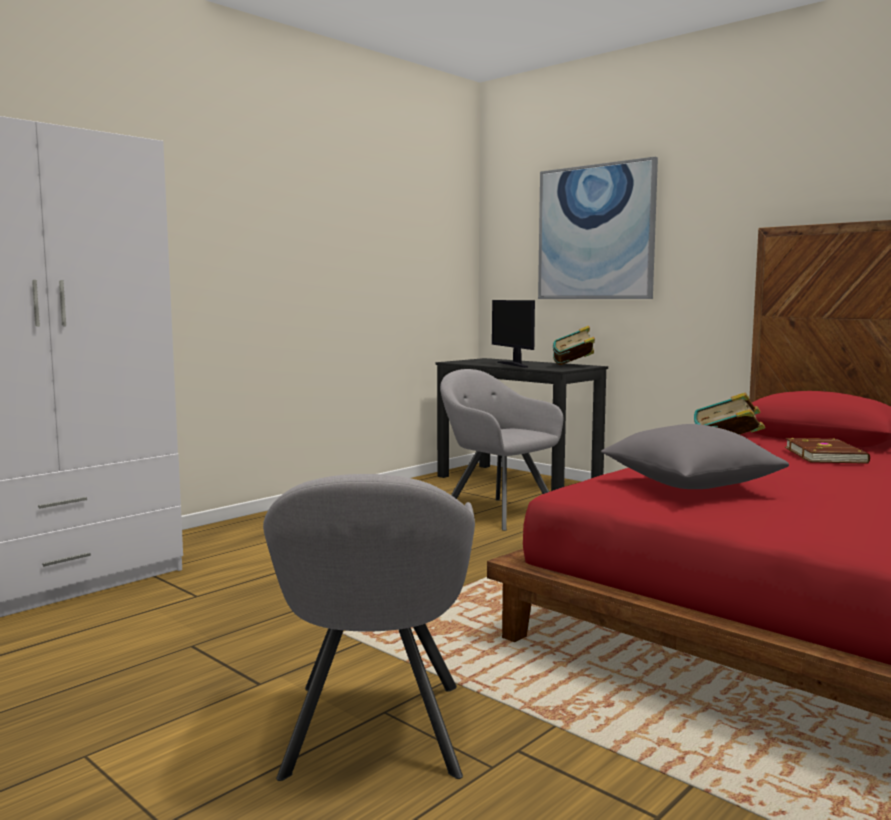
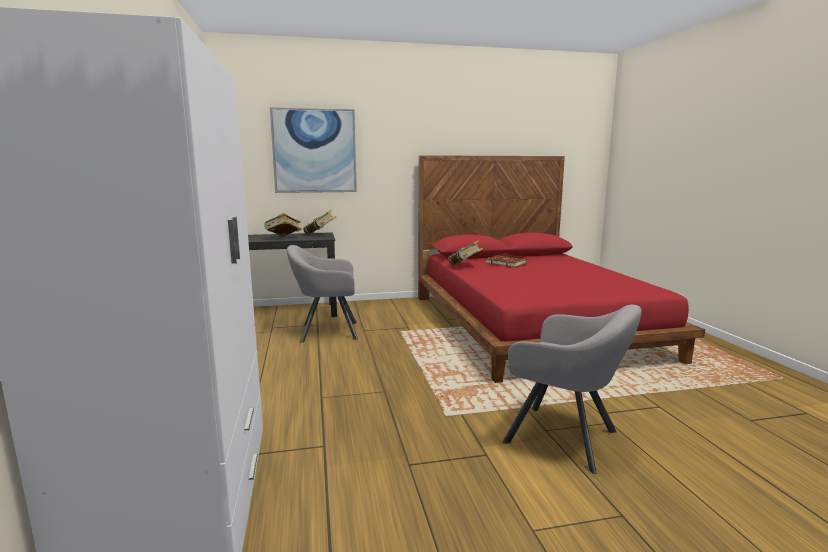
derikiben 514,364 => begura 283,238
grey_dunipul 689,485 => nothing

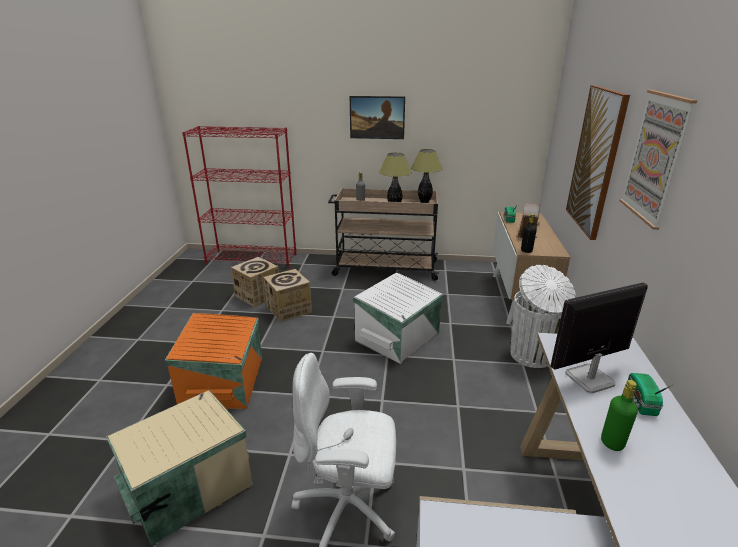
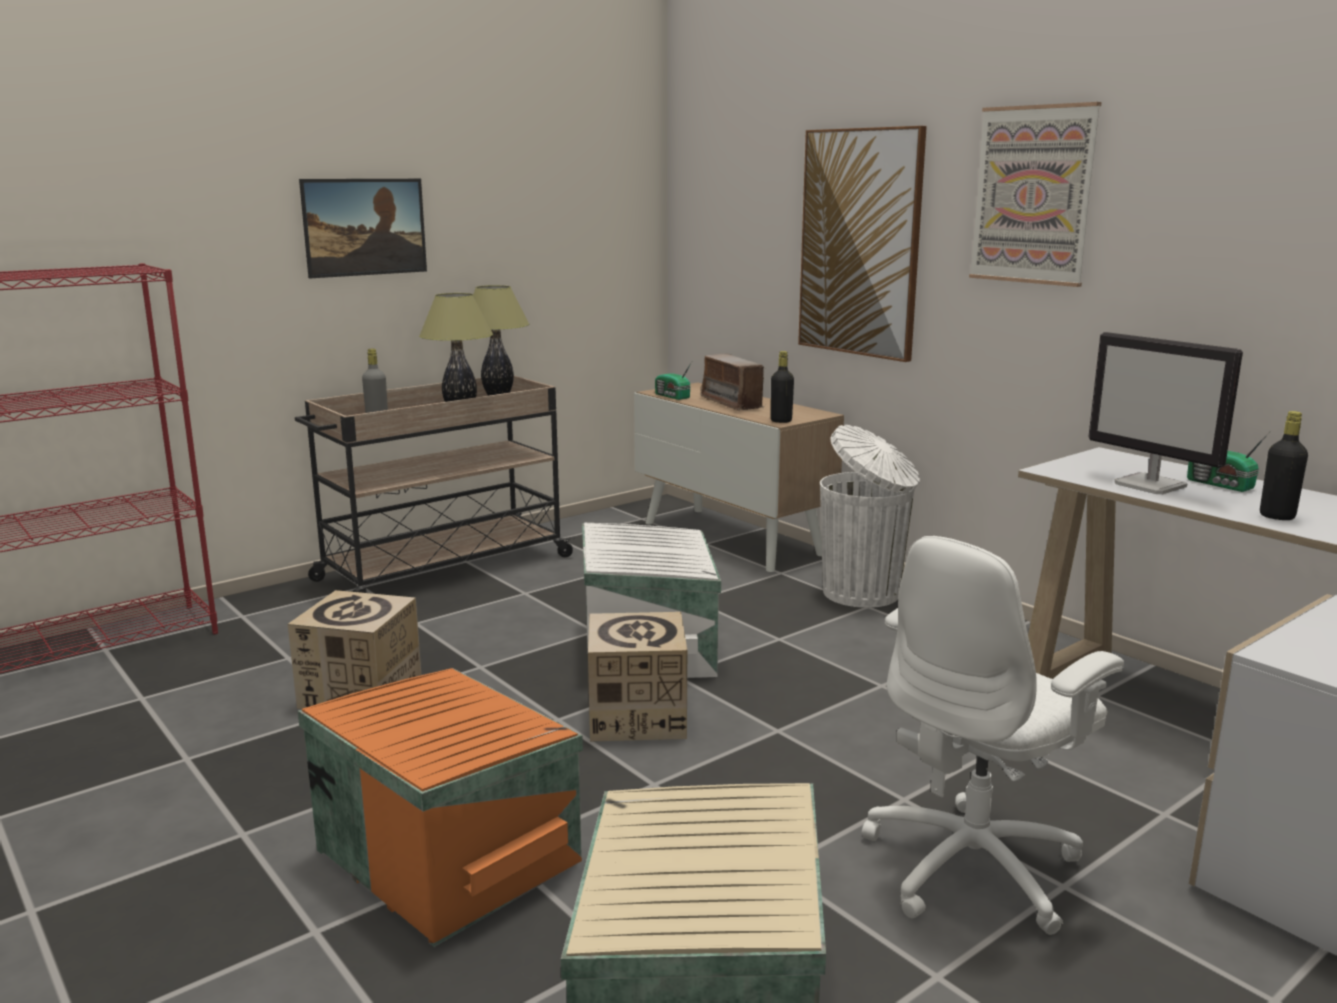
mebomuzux 258,295 => mebomuzux 637,716, moved
derikiben 588,379 => derikiben 1151,485, 60 degrees counterclockwise
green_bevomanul 612,443 => black_bevomanul 1277,516

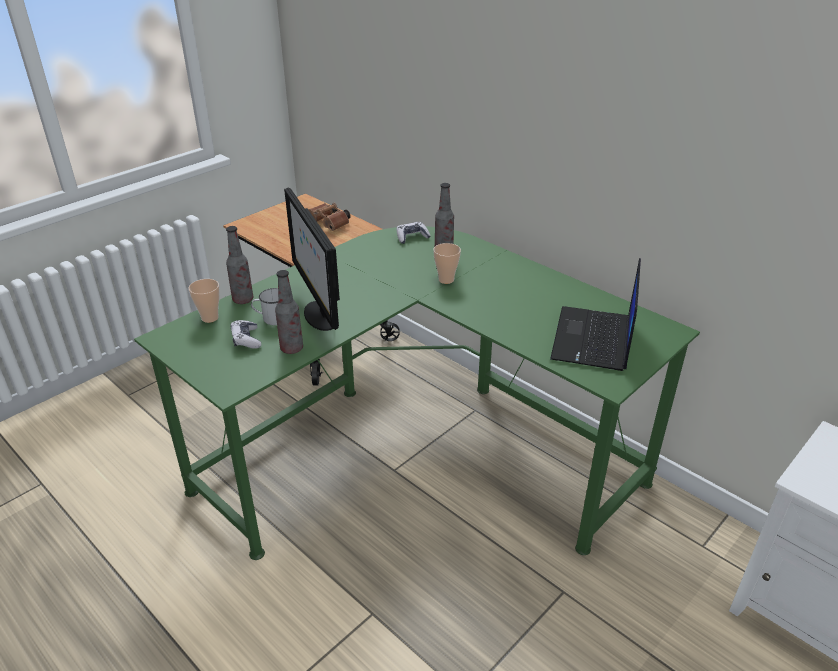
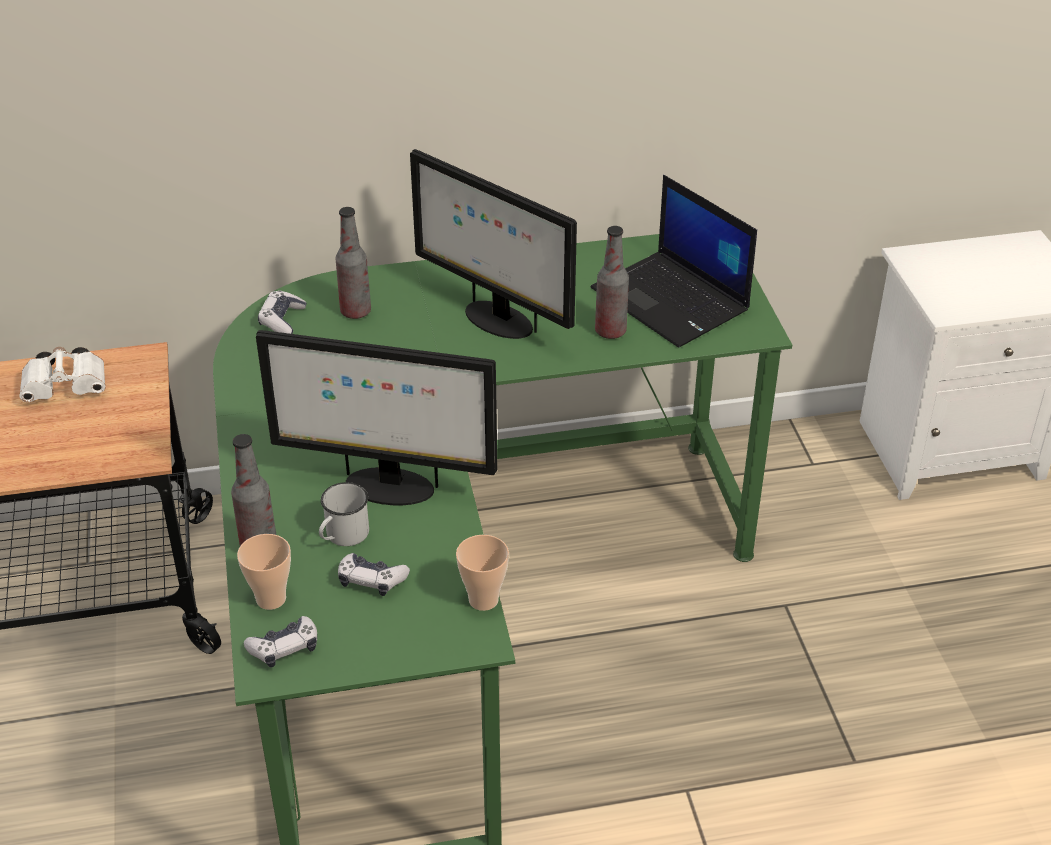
bevomanul 291,348 => bevomanul 610,331, moved
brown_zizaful 330,224 => white_zizaful 68,388
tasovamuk 446,280 => tasovamuk 483,600, moved
nothing => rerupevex 284,648
nothing => derikiben 496,320

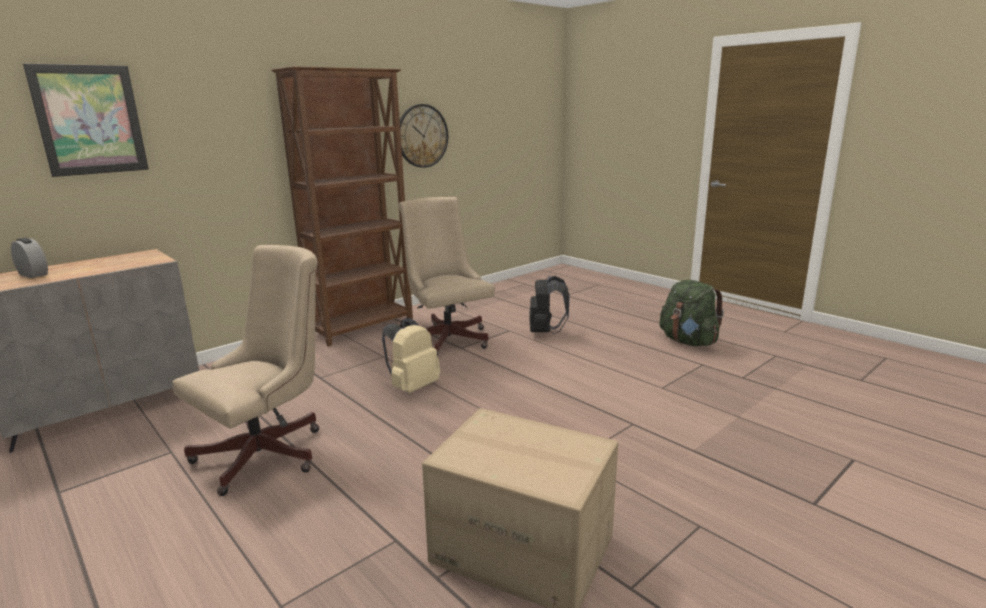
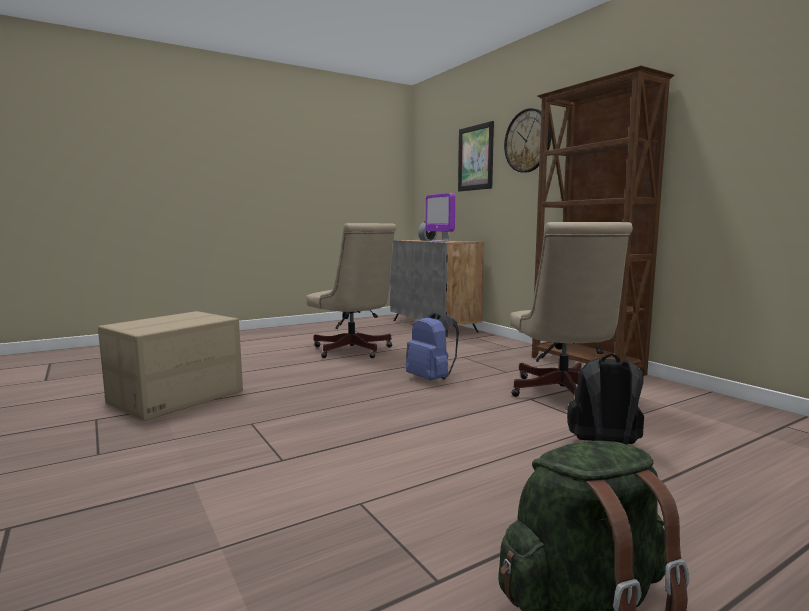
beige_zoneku 412,387 => blue_zoneku 431,379
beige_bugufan 447,338 => beige_bugufan 563,394, 105 degrees clockwise
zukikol 422,136 => zukikol 527,141, moved
nothing => derikiben 440,241

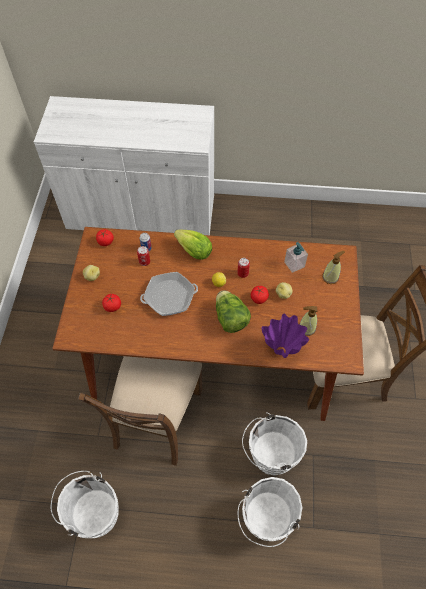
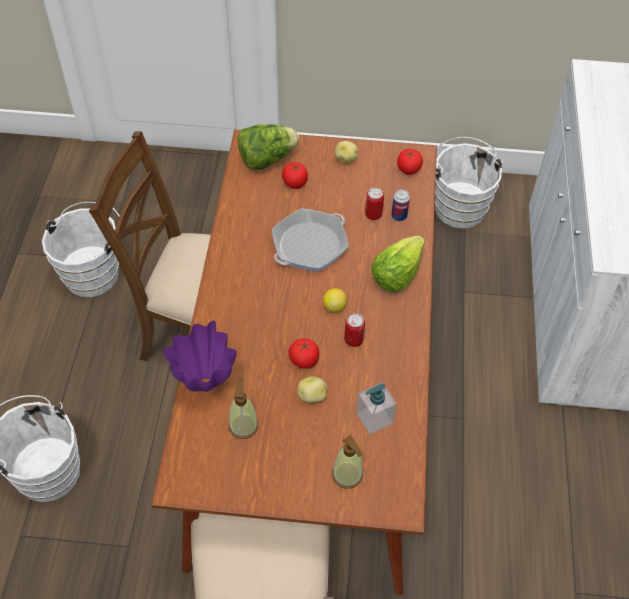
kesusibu 169,297 => kesusibu 310,245, 60 degrees clockwise
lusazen 230,318 => lusazen 267,159, moved
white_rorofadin 269,455 => white_rorofadin 459,205, moved

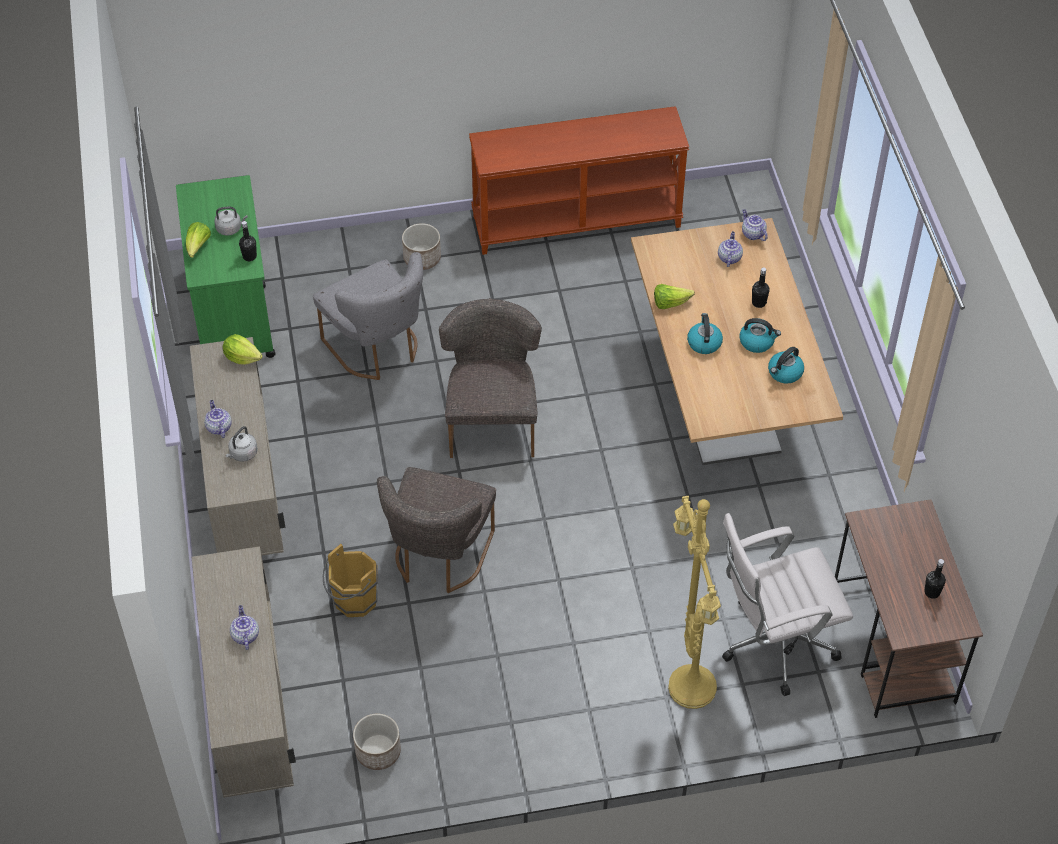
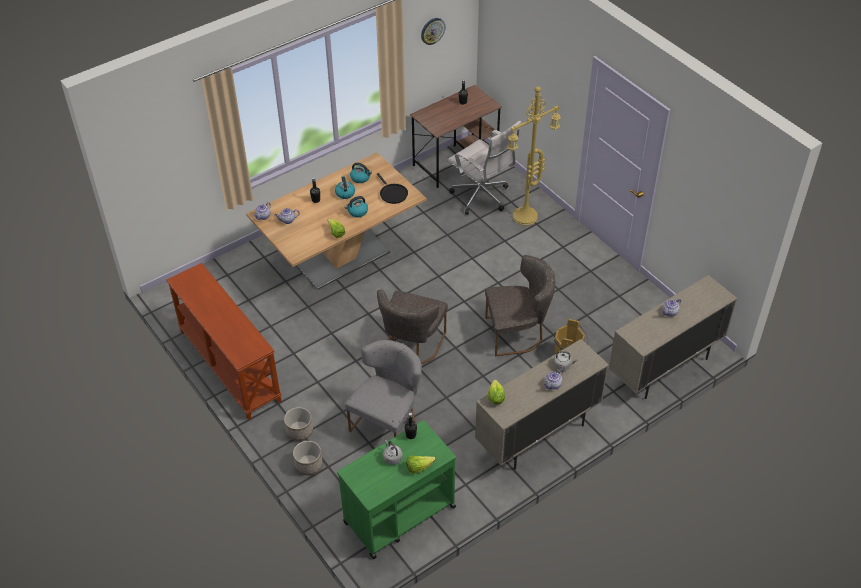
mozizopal 378,751 => mozizopal 308,465, moved
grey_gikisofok 492,422 => grey_gikisofok 412,346, 45 degrees counterclockwise
nothing => black_kesusibu 392,194
nothing => zukikol 432,30

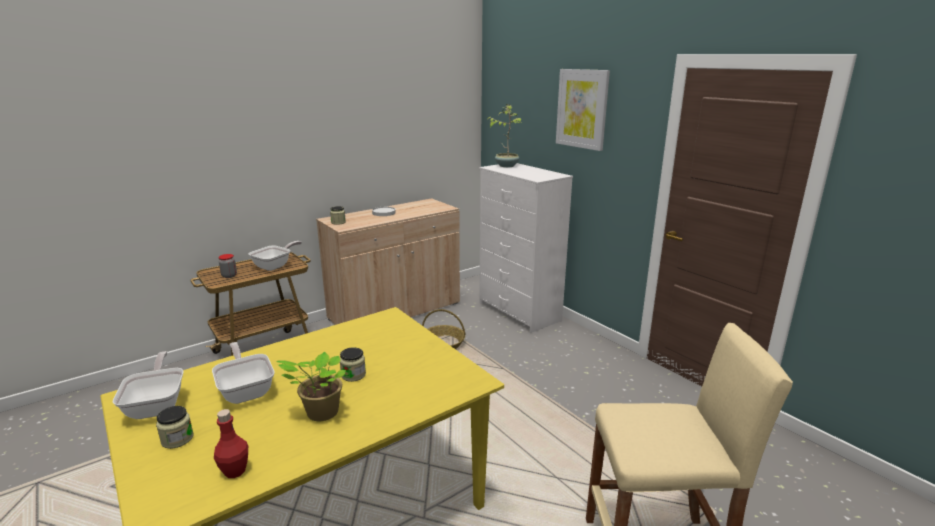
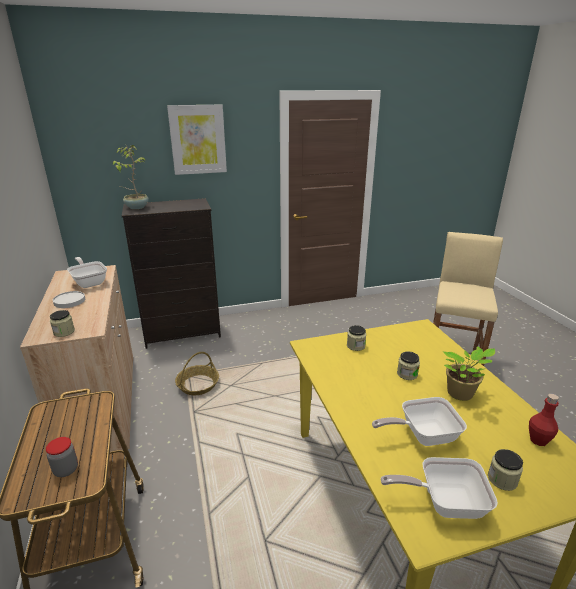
kesusibu 275,266 => kesusibu 89,282, moved
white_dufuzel 519,312 => black_dufuzel 183,333
nothing => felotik 355,346

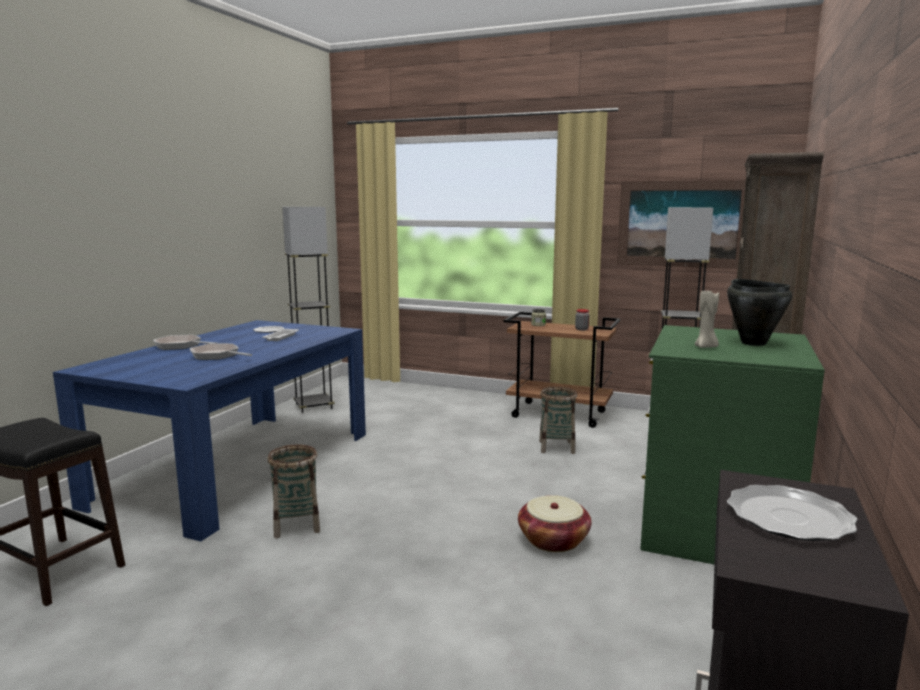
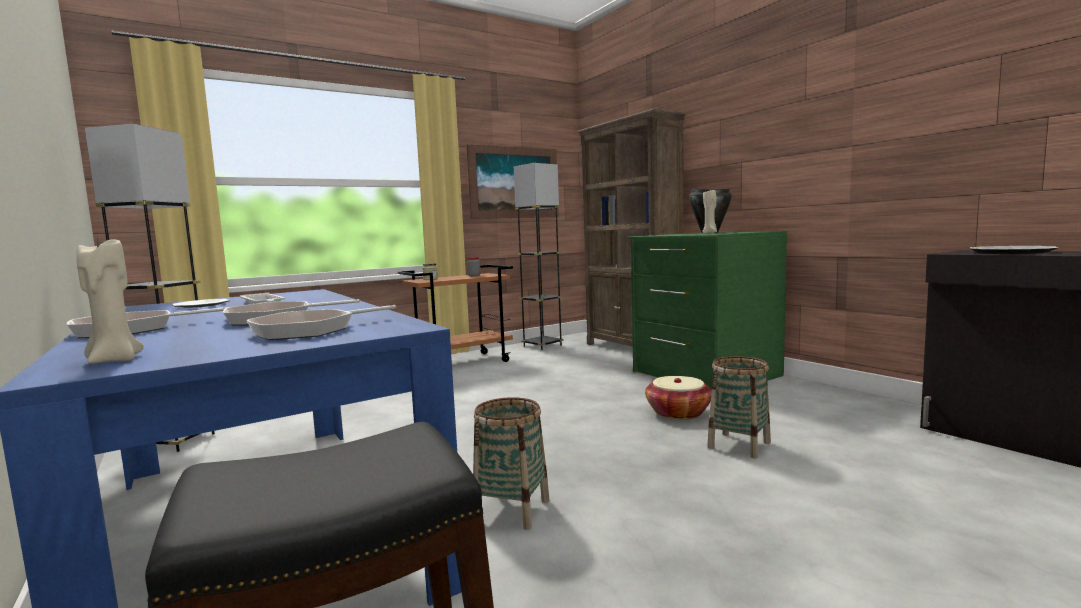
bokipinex 557,447 => bokipinex 739,445, moved
nothing => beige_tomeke 114,360
nothing => kesusibu 311,330

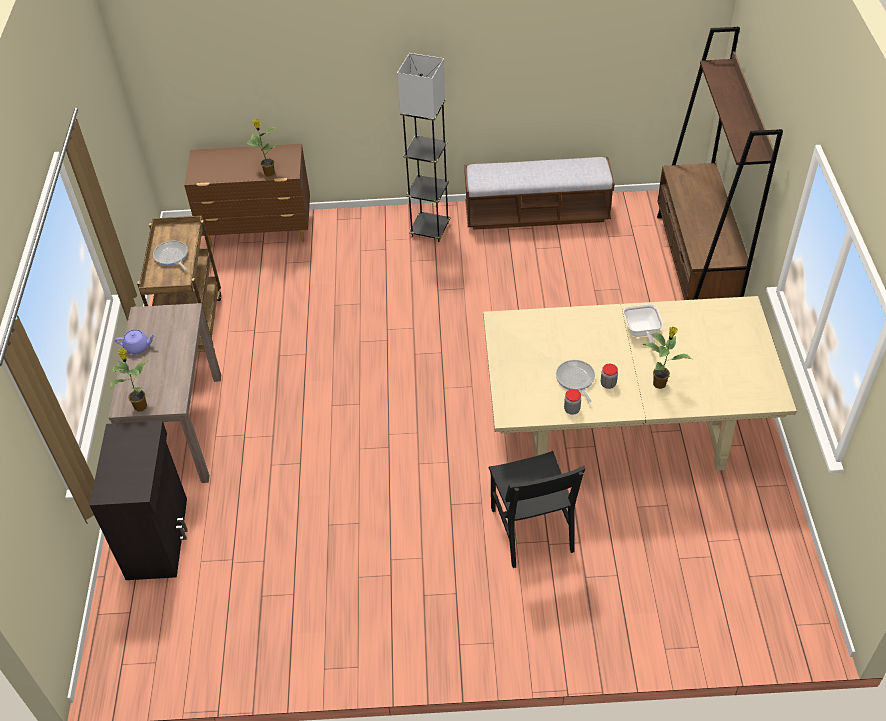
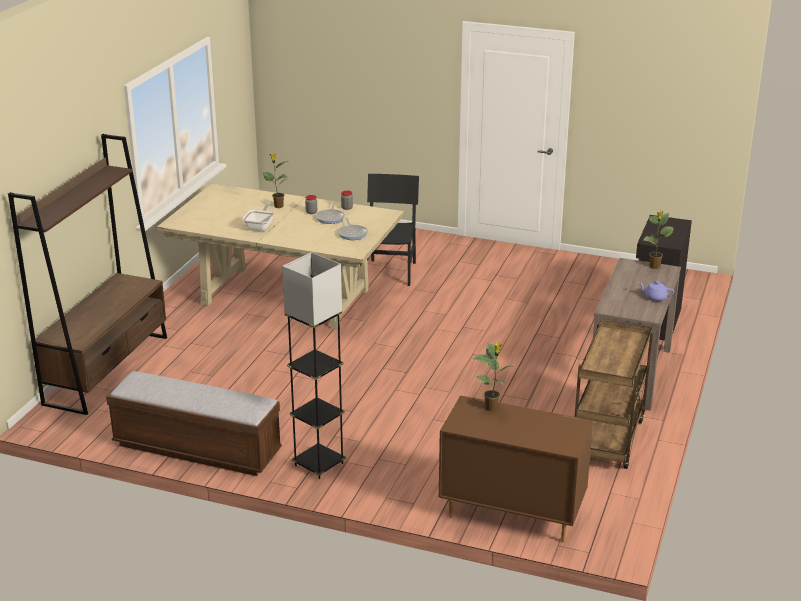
kesusibu 172,257 => kesusibu 352,233, moved

